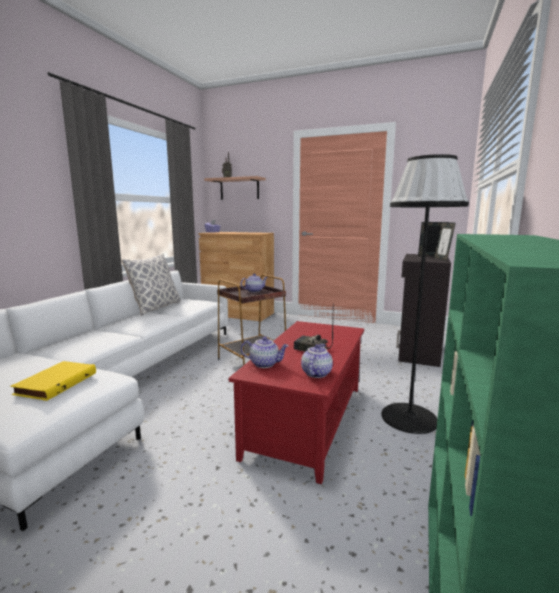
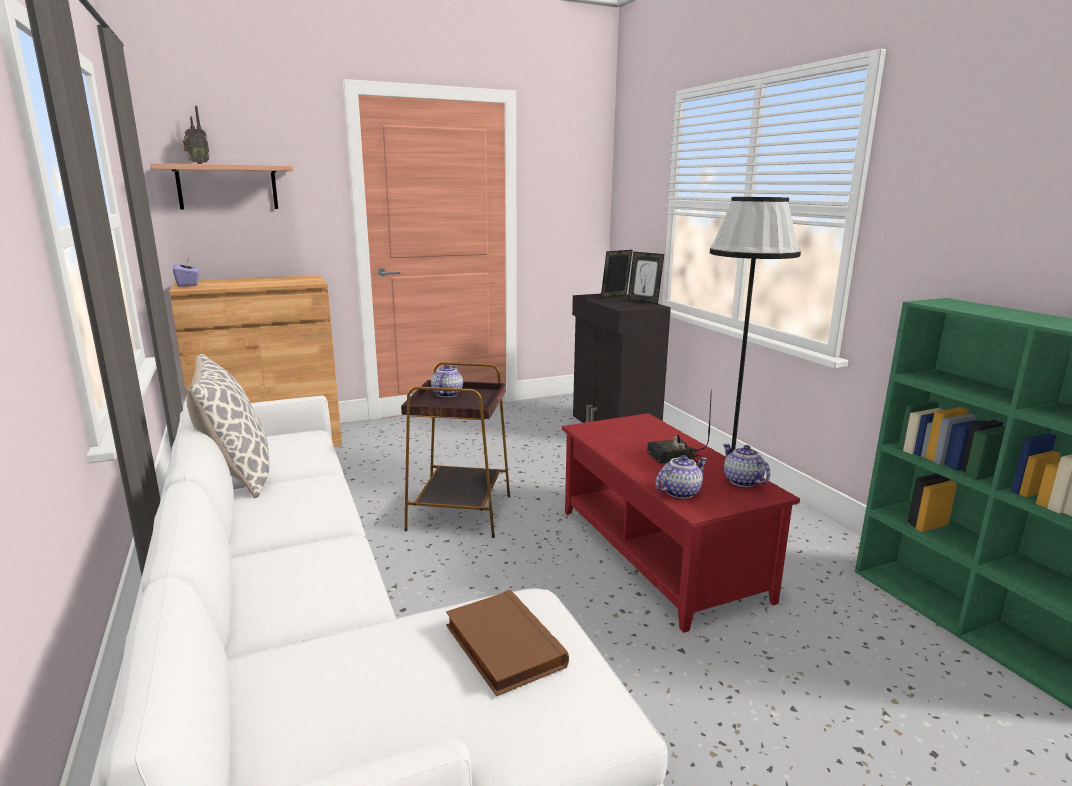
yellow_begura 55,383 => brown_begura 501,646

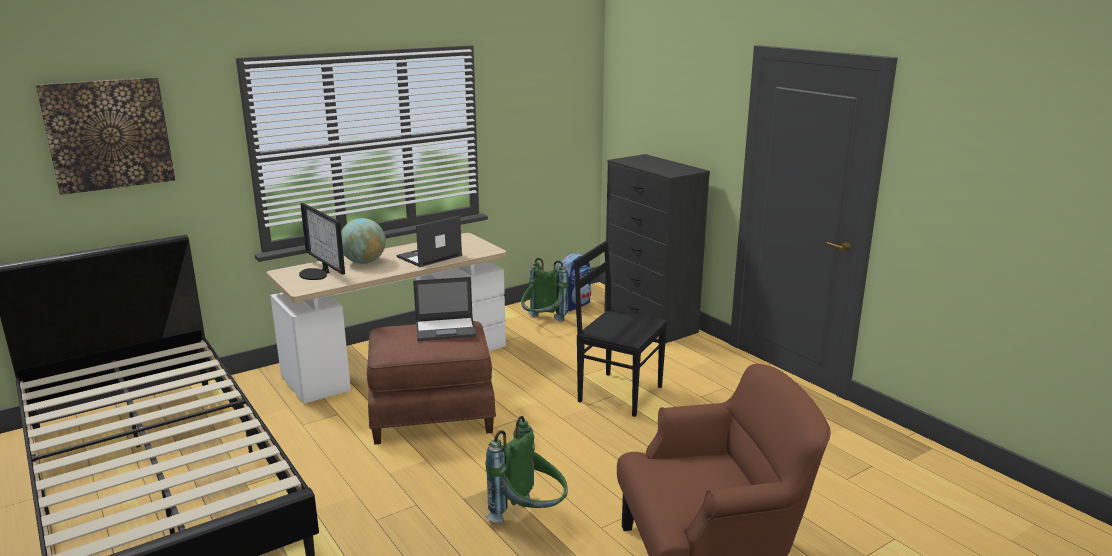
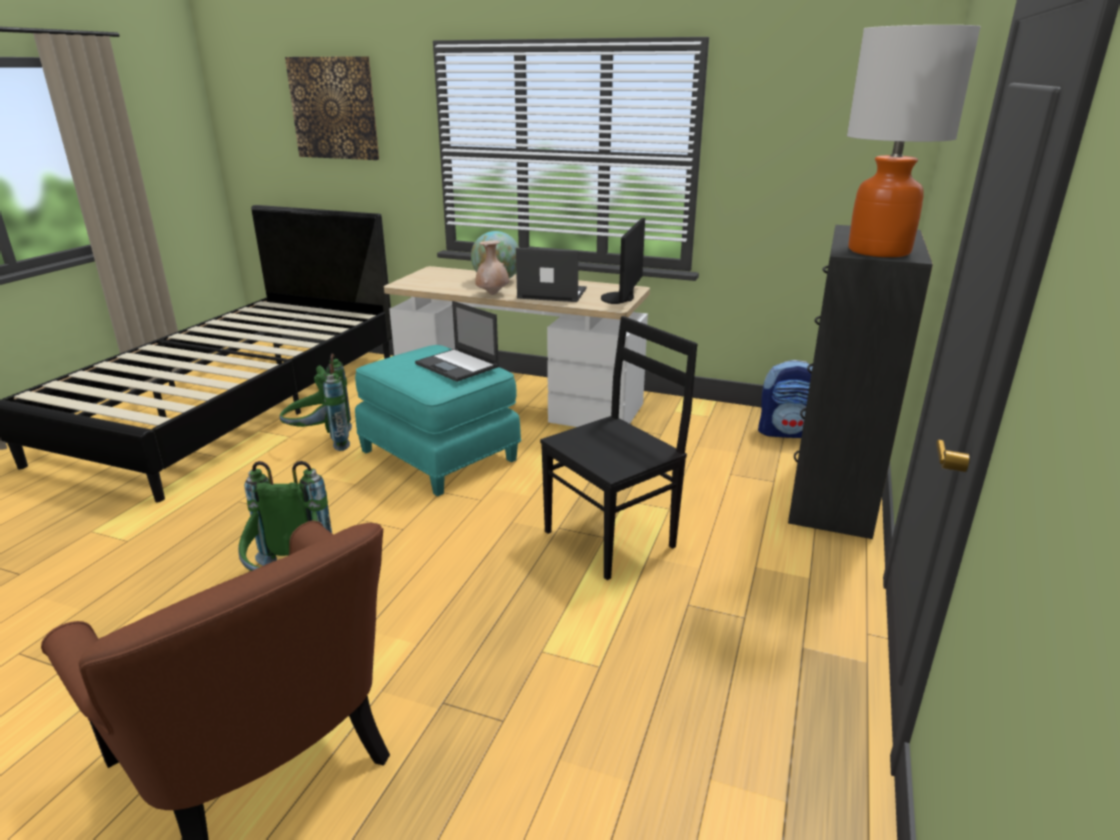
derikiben 317,273 => derikiben 620,298, moved
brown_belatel 432,414 => turquoise_belatel 440,454
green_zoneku 543,324 => green_zoneku 321,442, moved
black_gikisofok 618,393 => black_gikisofok 612,538, 60 degrees clockwise
nothing => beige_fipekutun 492,294
nothing => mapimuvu 879,251

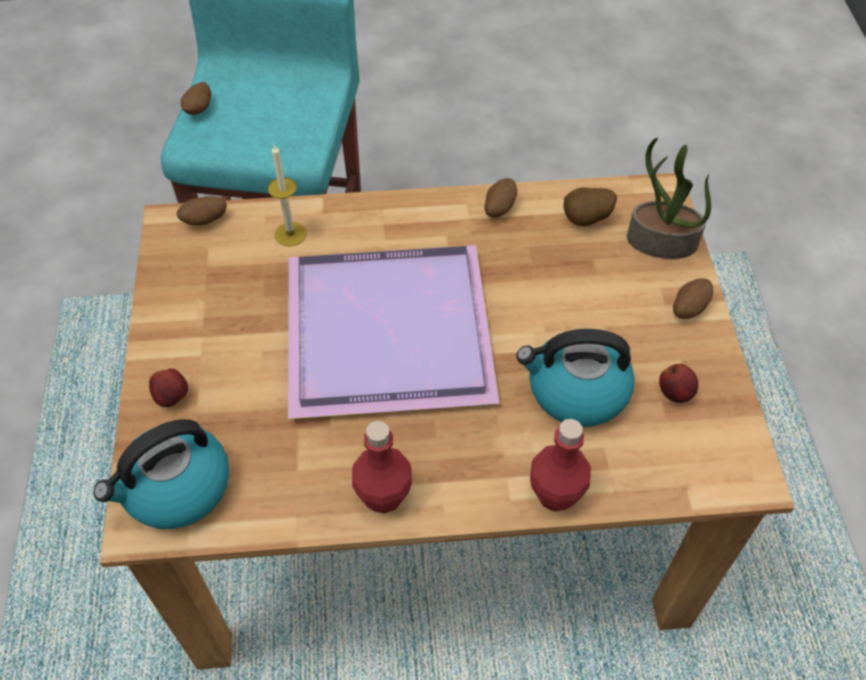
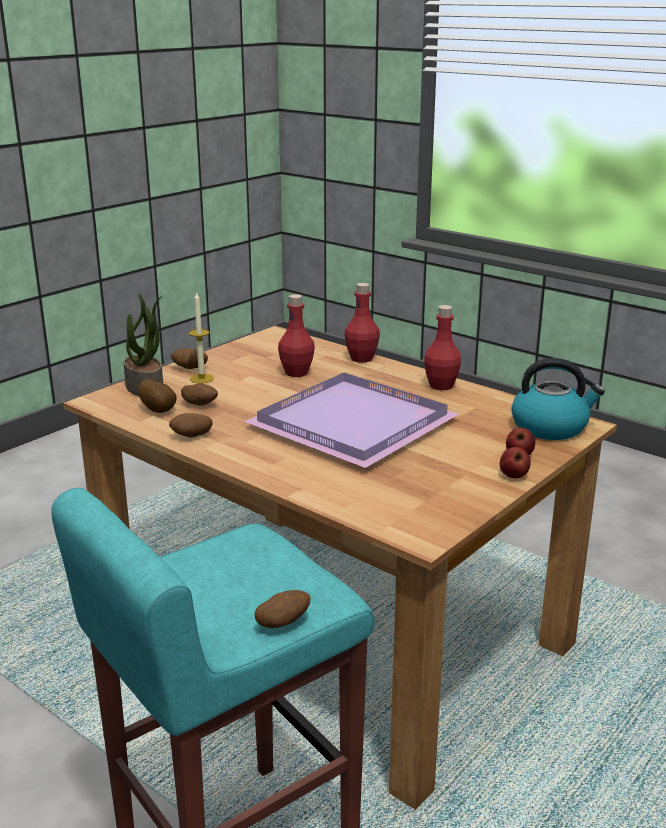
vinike 205,221 => vinike 200,405, moved
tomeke 290,234 => tomeke 201,378, moved
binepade 576,391 => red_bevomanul 296,373
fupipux 675,393 => fupipux 513,476, moved

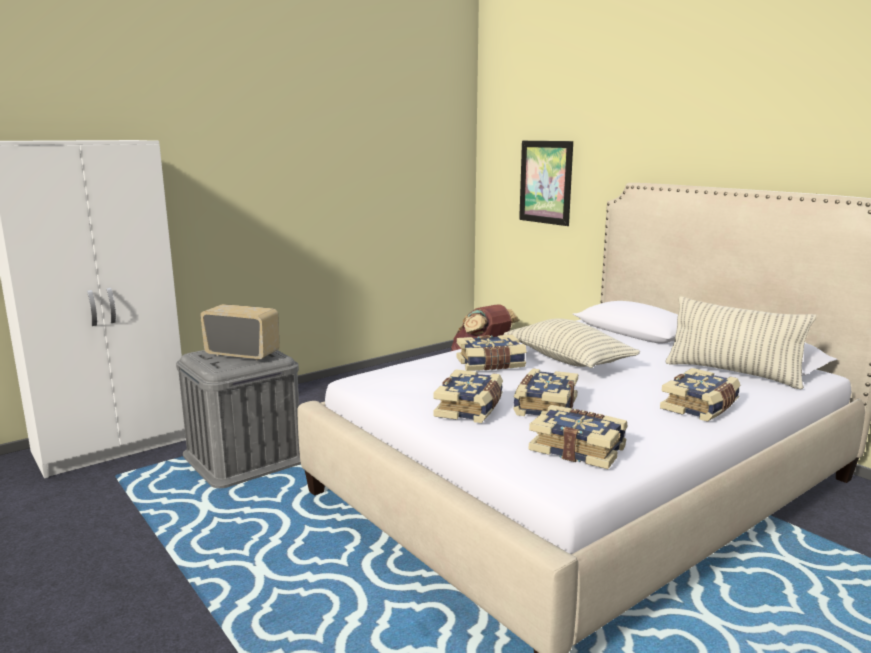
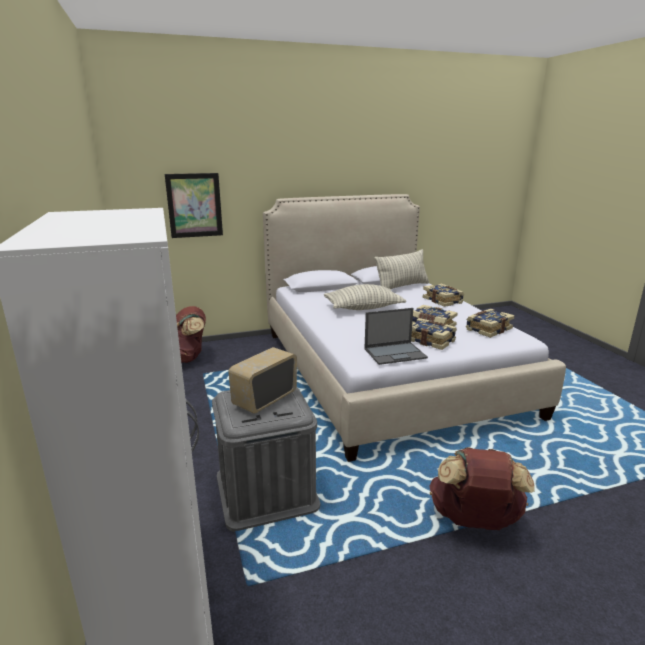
begura 490,364 => nothing
nothing => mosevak 395,353
nothing => brown_zoneku 474,521

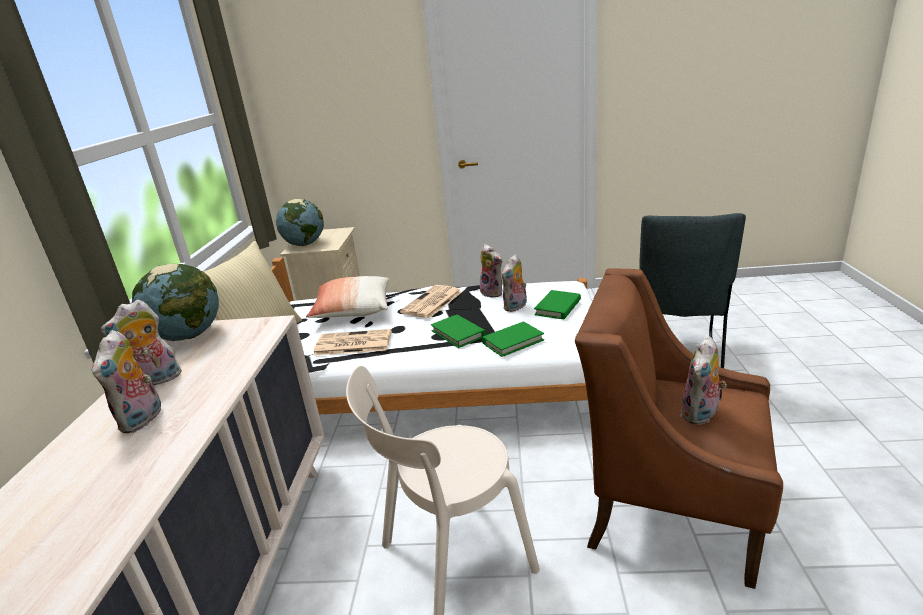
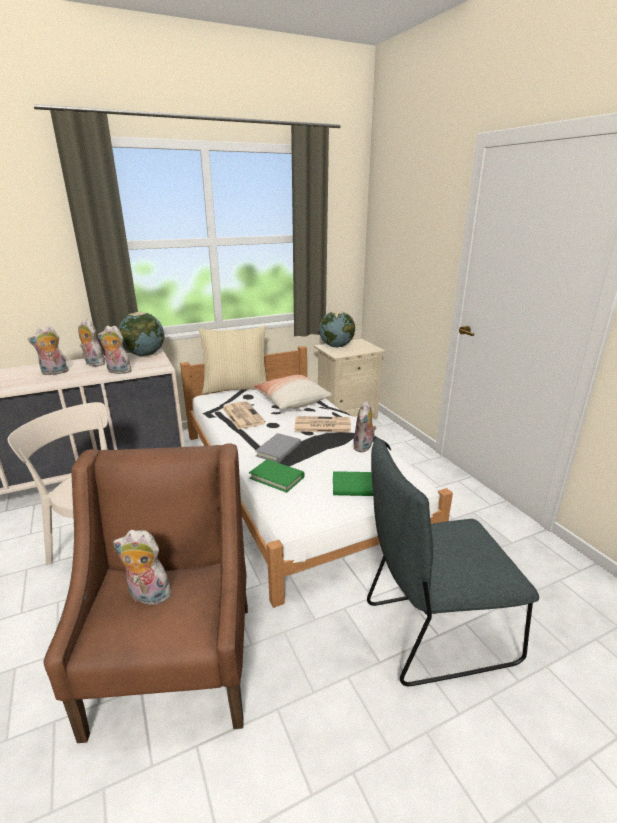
green_begura 458,333 => grey_begura 278,450
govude 516,307 => govude 117,372, moved

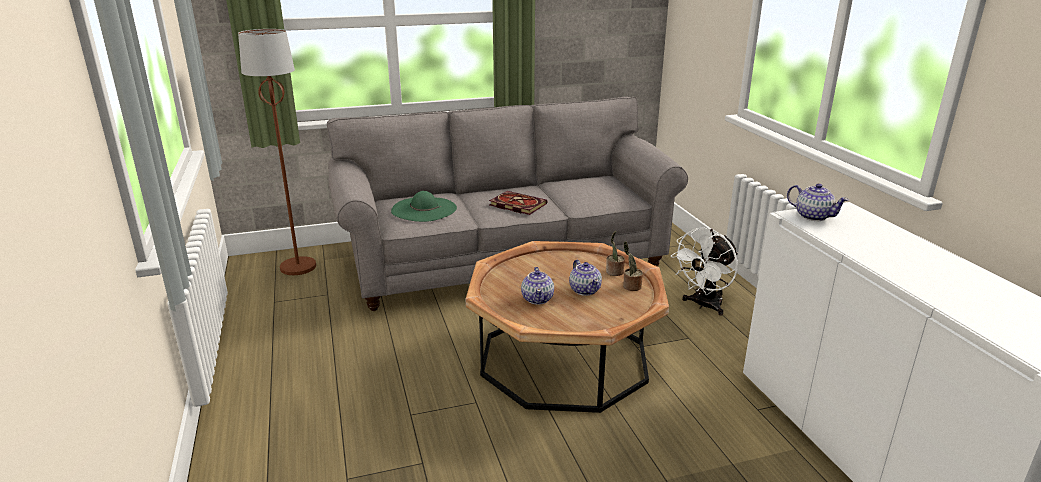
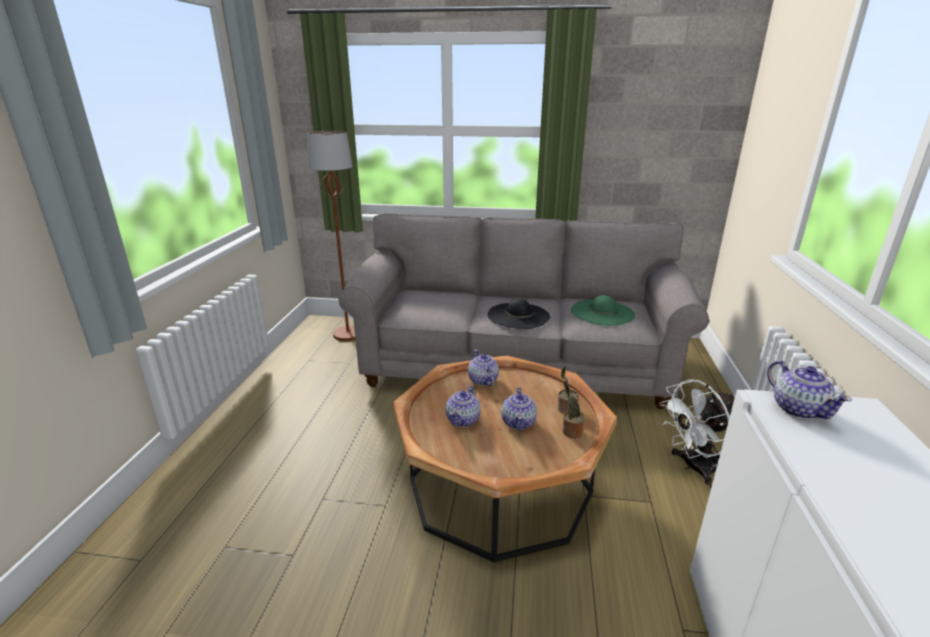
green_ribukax 424,209 => green_ribukax 602,312, moved
begura 516,205 => black_ribukax 518,315
nothing => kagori 483,380

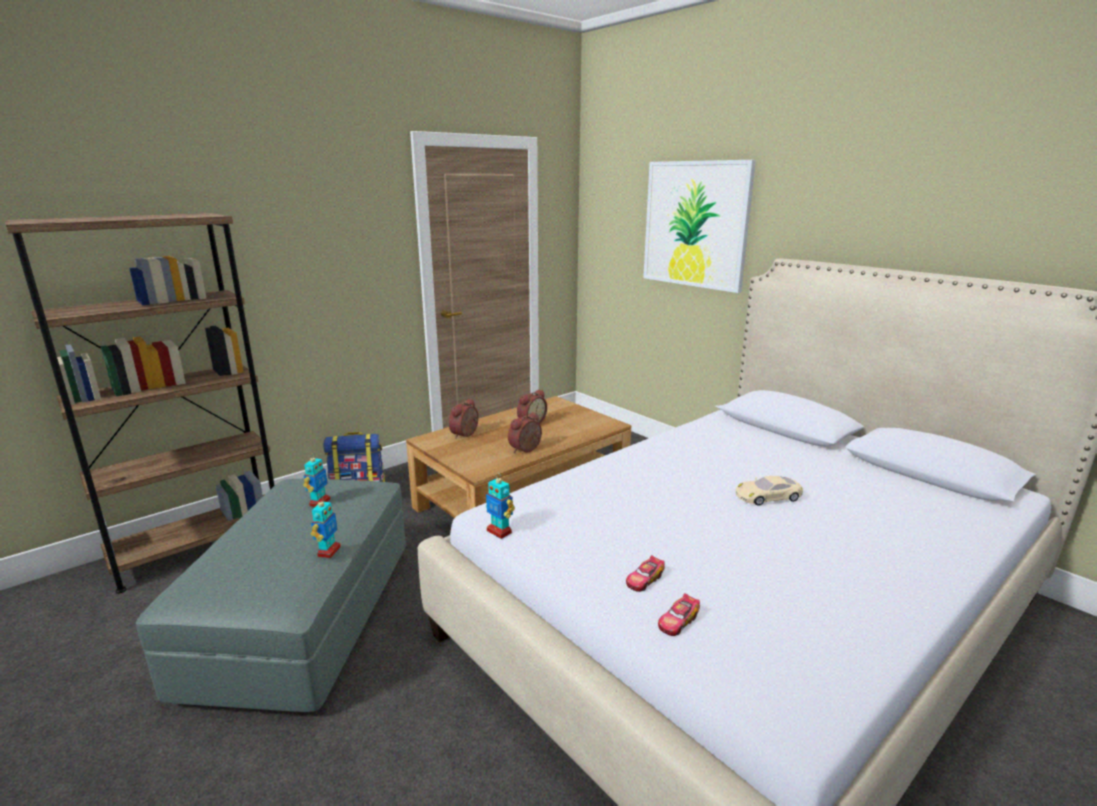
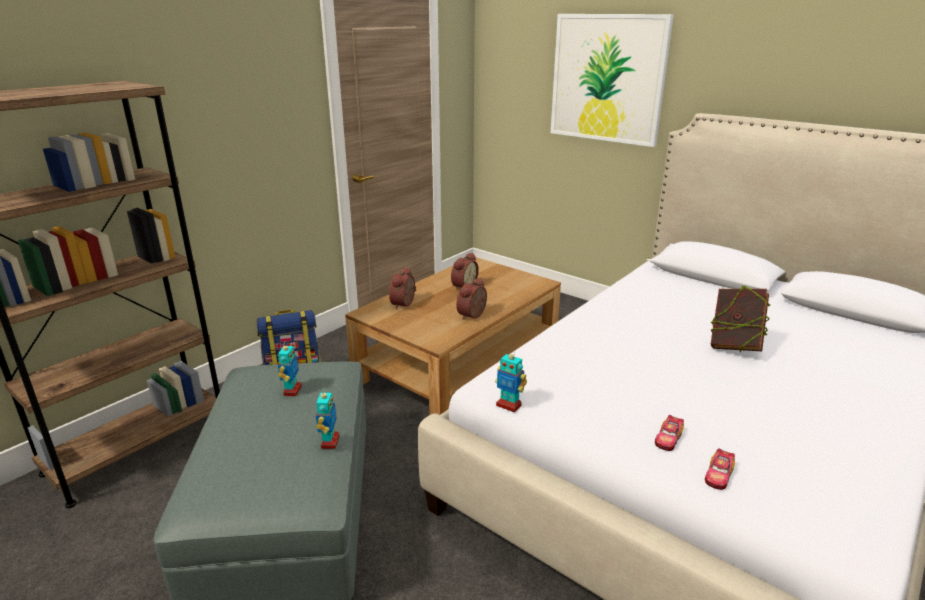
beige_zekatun 768,496 => begura 734,346

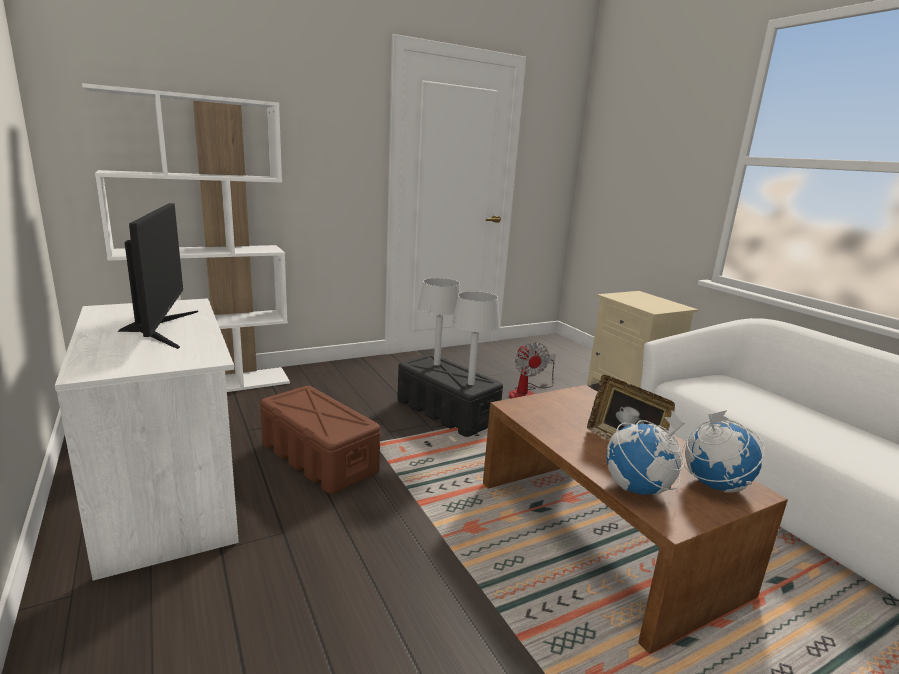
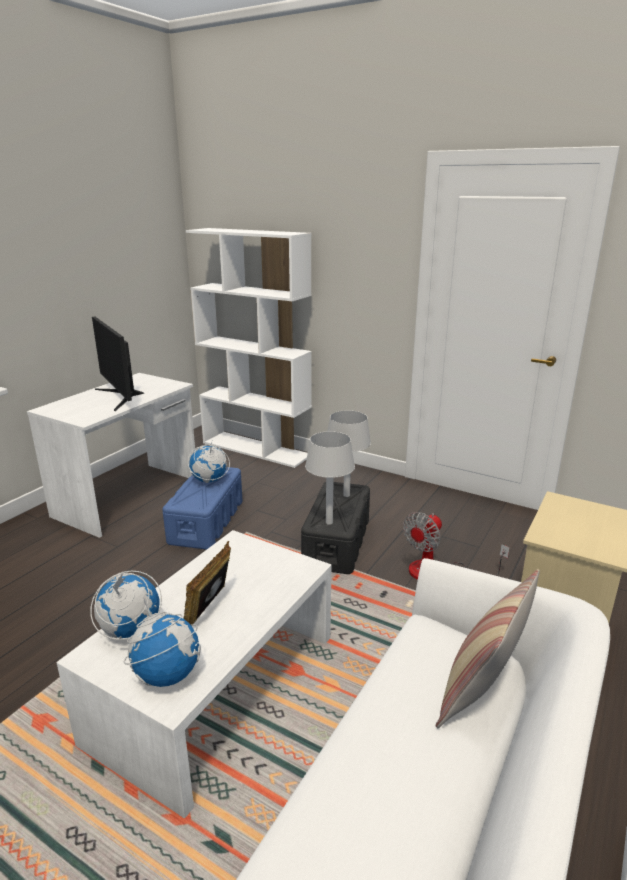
derikiben 160,329 => derikiben 121,396, 105 degrees clockwise
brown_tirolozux 319,458 => blue_tirolozux 206,522
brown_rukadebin 603,533 => white_rukadebin 217,687
nothing => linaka 209,481
nothing => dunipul 480,692

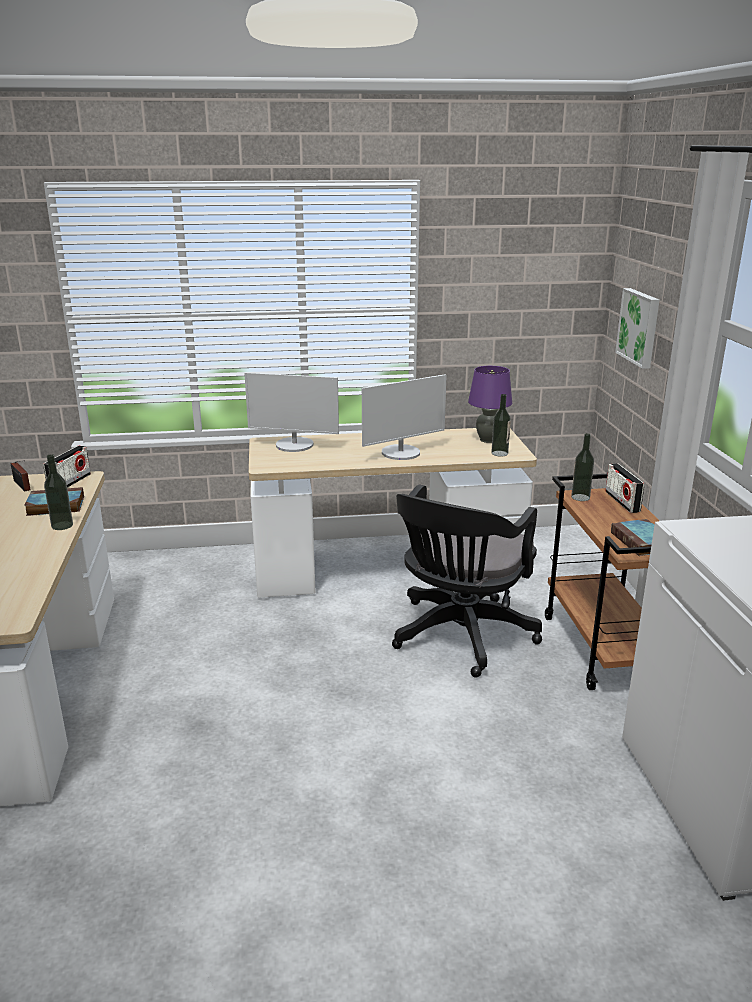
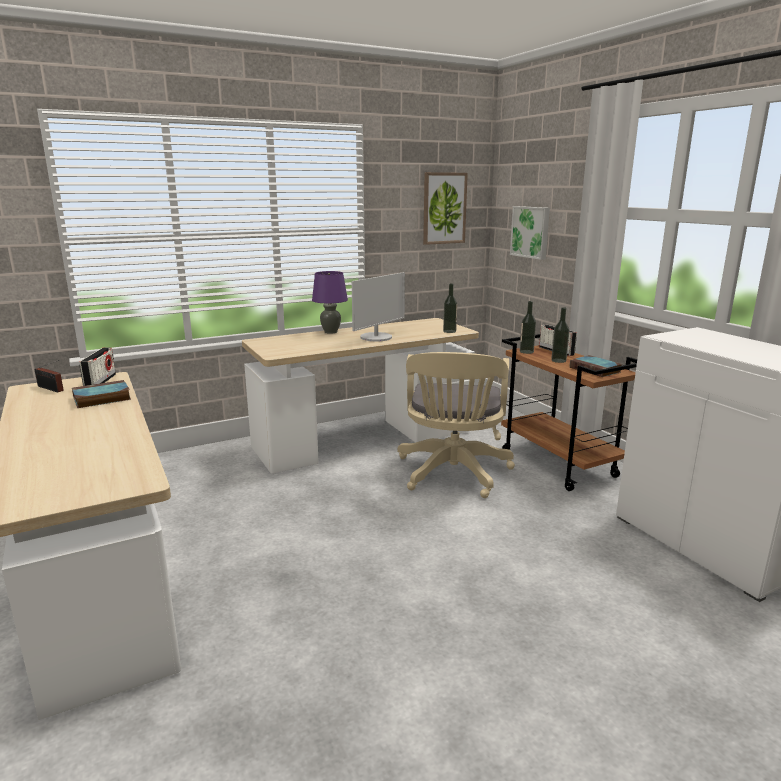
bevomanul 62,525 => bevomanul 558,360, moved
derikiben 294,445 => nothing
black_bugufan 460,637 => beige_bugufan 453,474
purple_mapimuvu 488,440 => purple_mapimuvu 331,332, moved
nothing => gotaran 444,208

